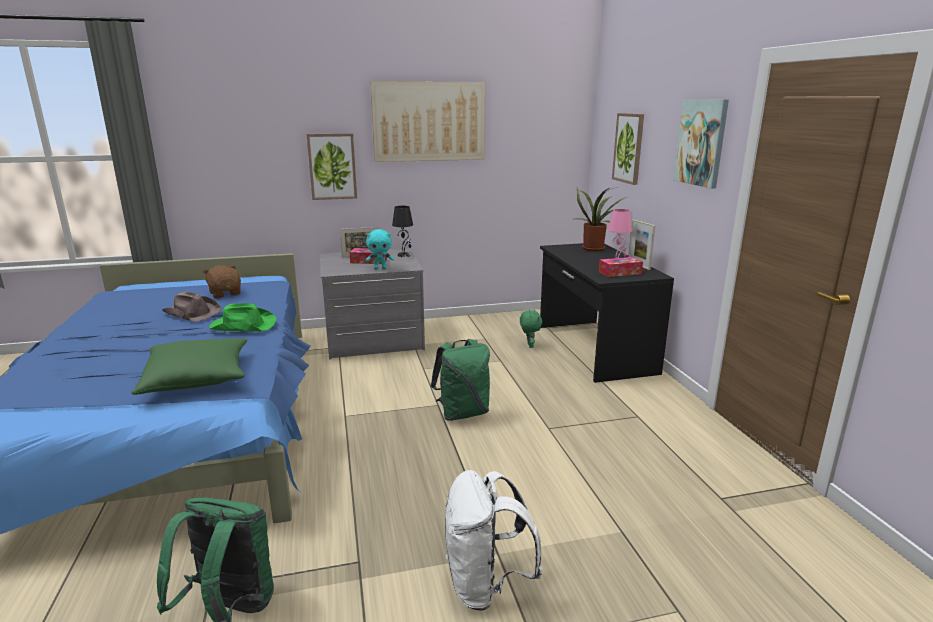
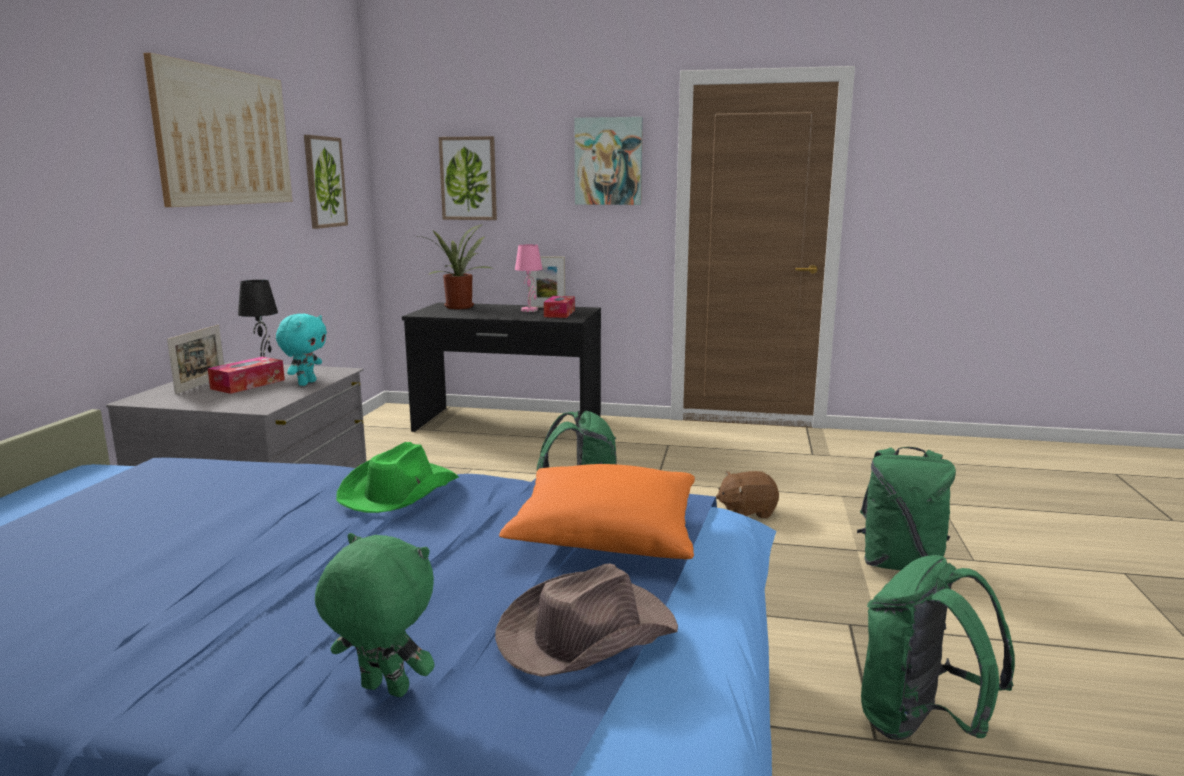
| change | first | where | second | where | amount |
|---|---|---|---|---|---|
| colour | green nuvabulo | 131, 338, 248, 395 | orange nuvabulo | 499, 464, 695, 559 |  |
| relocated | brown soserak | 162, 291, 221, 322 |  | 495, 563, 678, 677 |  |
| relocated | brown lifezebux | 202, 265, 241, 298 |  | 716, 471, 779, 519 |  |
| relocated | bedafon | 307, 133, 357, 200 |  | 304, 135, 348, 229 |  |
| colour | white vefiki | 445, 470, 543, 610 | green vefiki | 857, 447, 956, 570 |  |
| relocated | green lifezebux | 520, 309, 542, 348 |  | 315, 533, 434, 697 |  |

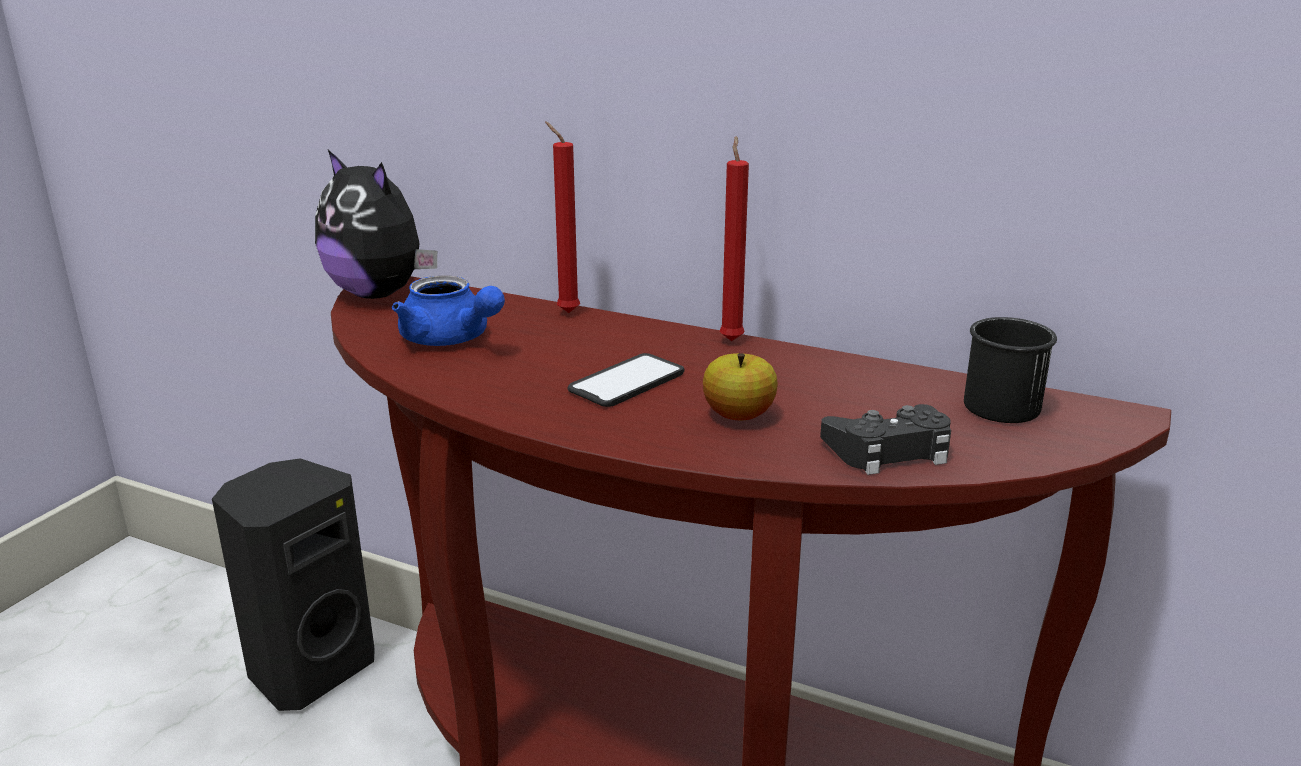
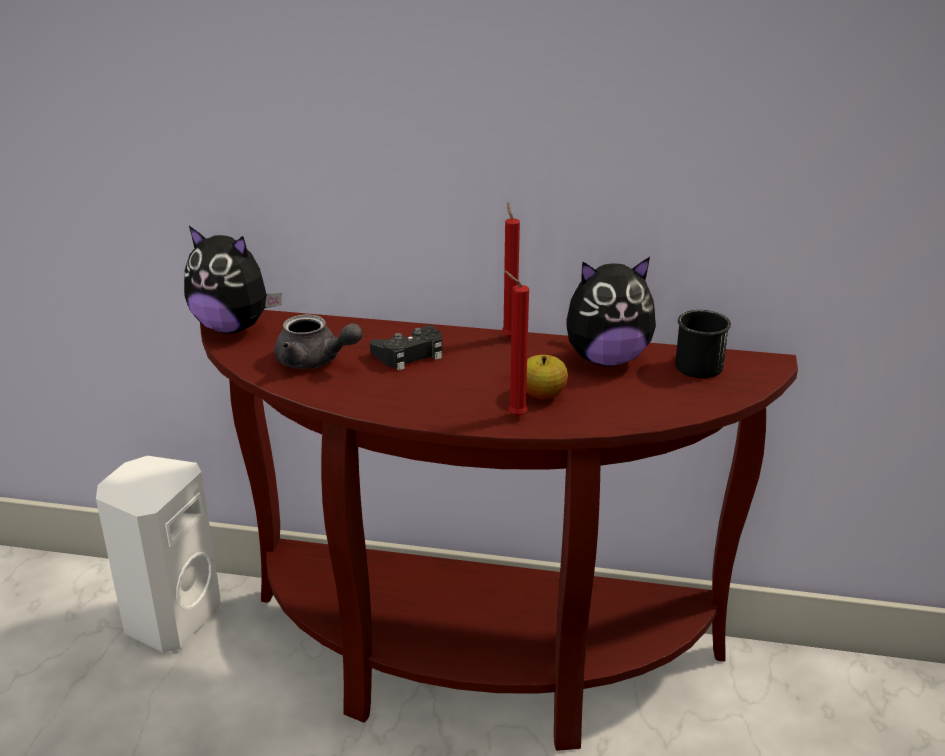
| change | first | where | second | where | amount |
|---|---|---|---|---|---|
| colour | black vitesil | 212, 459, 375, 711 | white vitesil | 96, 456, 221, 653 |  |
| colour | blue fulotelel | 392, 275, 505, 346 | grey fulotelel | 274, 314, 363, 369 |  |
| relocated | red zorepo | 545, 121, 580, 313 |  | 504, 270, 529, 416 |  |
| missing | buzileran | 568, 353, 685, 407 |  |  |  |
| relocated | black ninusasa | 820, 404, 951, 475 |  | 370, 325, 443, 370 |  |
| appeared |  |  | lifezebux | 567, 257, 656, 366 |  |

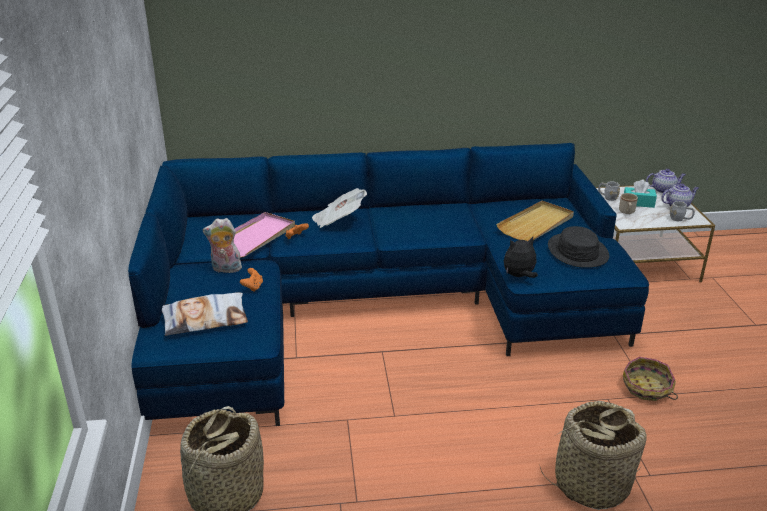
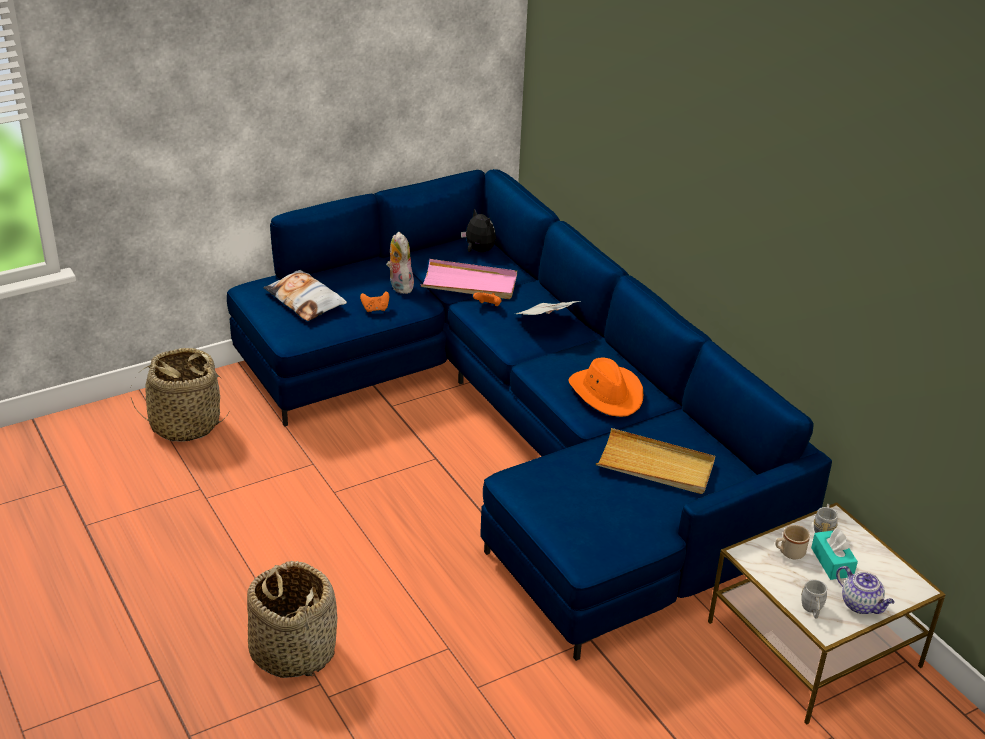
| change | first | where | second | where | amount |
|---|---|---|---|---|---|
| relocated | lifezebux | 504, 237, 538, 278 |  | 461, 208, 496, 252 |  |
| missing | black soserak | 548, 226, 609, 268 |  |  |  |
| missing | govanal | 623, 357, 678, 401 |  |  |  |
| missing | fulotelel | 646, 169, 686, 193 |  |  |  |
| appeared |  |  | orange soserak | 568, 358, 643, 417 |  |

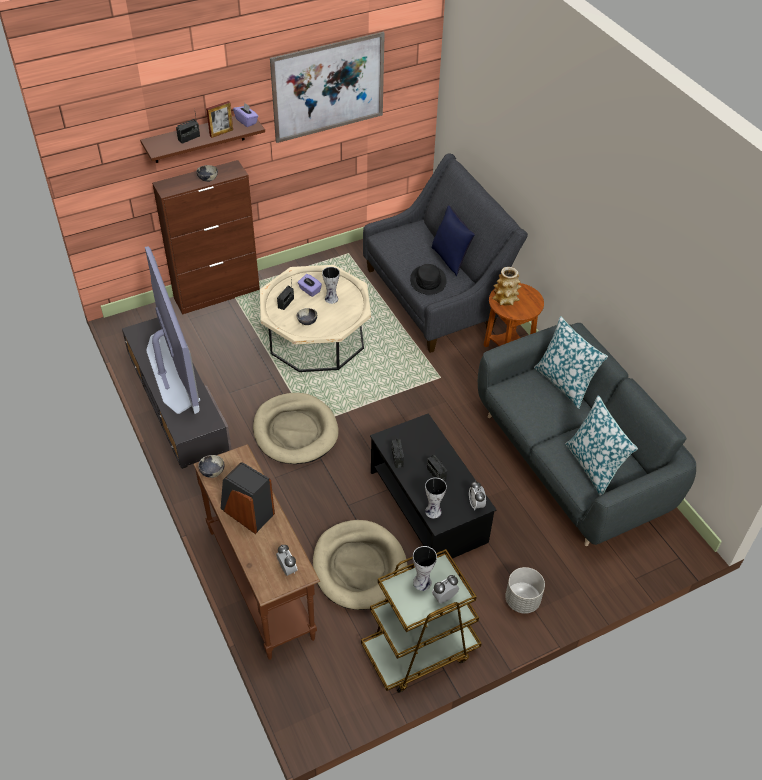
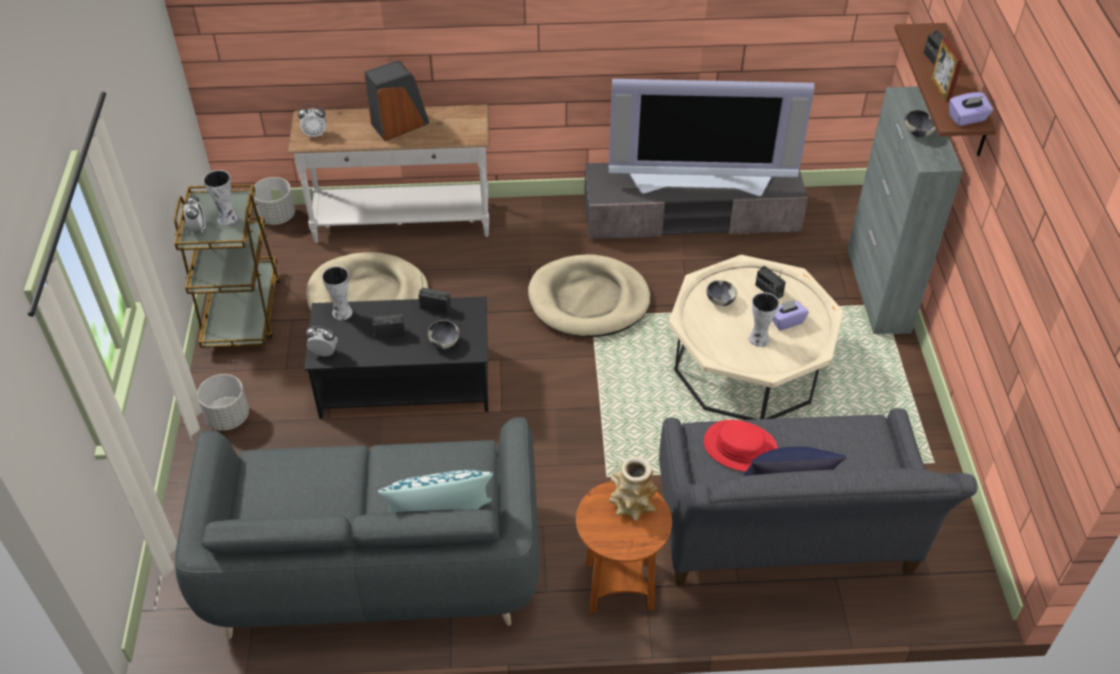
| change | first | where | second | where | amount |
|---|---|---|---|---|---|
| colour | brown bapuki | 152, 160, 260, 315 | grey bapuki | 847, 86, 963, 334 |  |
| colour | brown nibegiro | 193, 444, 320, 660 | white nibegiro | 287, 104, 490, 243 |  |
| relocated | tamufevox | 198, 455, 225, 478 |  | 428, 320, 459, 349 |  |
| missing | bedafon | 270, 32, 385, 143 |  |  |  |
| colour | black soserak | 410, 264, 447, 295 | red soserak | 704, 420, 778, 472 |  |
| missing | nuvabulo | 565, 395, 638, 496 |  |  |  |
| appeared |  |  | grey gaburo | 254, 177, 295, 225 |  |

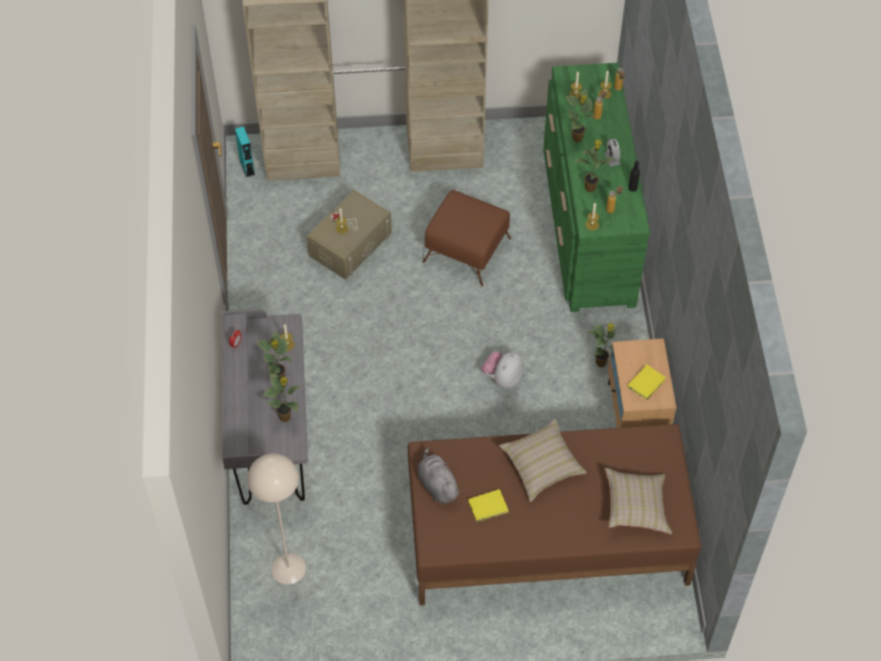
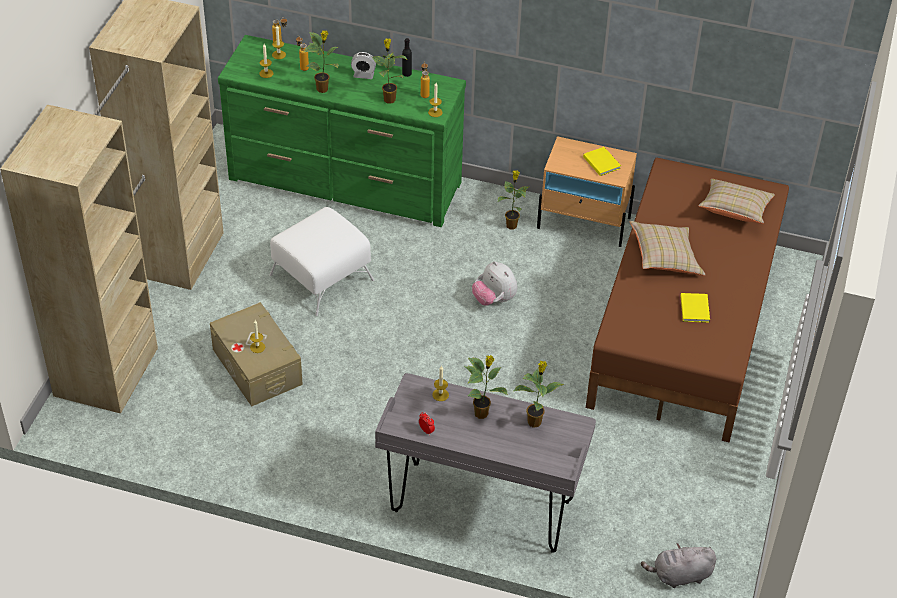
| change | first | where | second | where | amount |
|---|---|---|---|---|---|
| missing | turquoise vitesil | 235, 126, 255, 177 |  |  |  |
| missing | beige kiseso | 247, 454, 306, 585 |  |  |  |
| relocated | grey lifezebux | 417, 447, 461, 504 |  | 641, 543, 716, 588 |  |
| colour | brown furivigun | 423, 190, 511, 286 | white furivigun | 270, 207, 374, 316 |  |

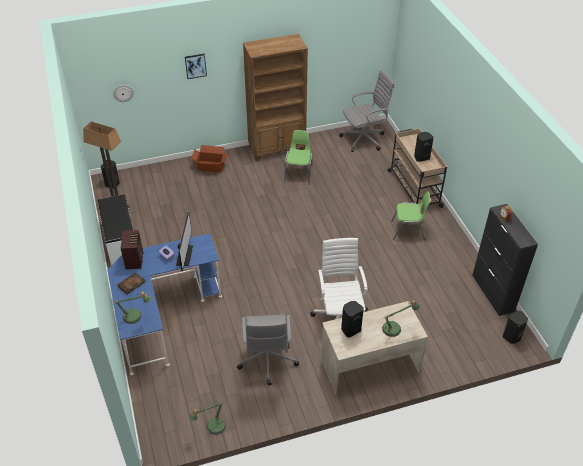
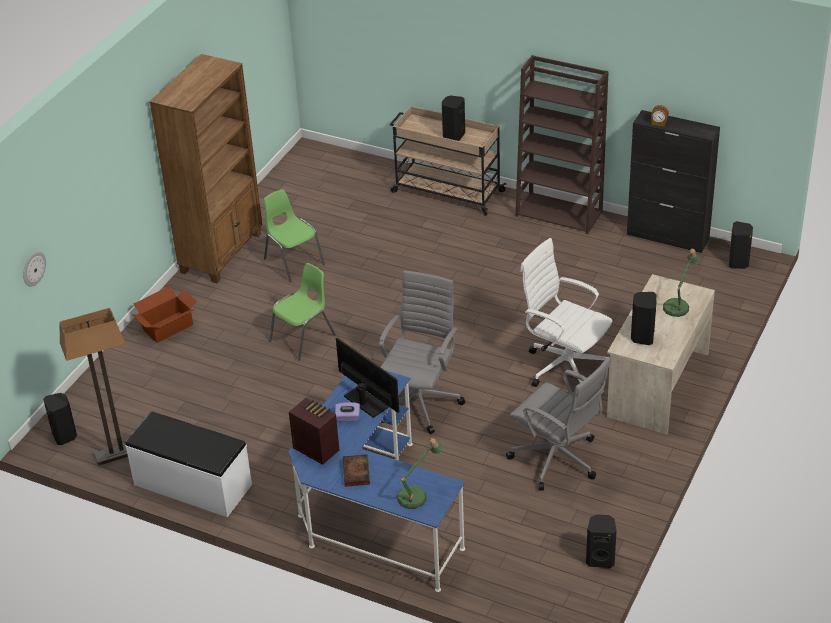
| change | first | where | second | where | amount |
|---|---|---|---|---|---|
| missing | bedafon | 185, 54, 207, 79 |  |  |  |
| exchanged | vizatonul | 189, 402, 226, 435 | black vitesil | 586, 514, 617, 568 |  |
| relocated | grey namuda | 339, 70, 394, 152 |  | 379, 271, 465, 434 |  |
| relocated | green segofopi | 391, 191, 430, 240 |  | 269, 263, 336, 361 |  |
| appeared |  |  | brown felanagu | 515, 55, 609, 234 |  |

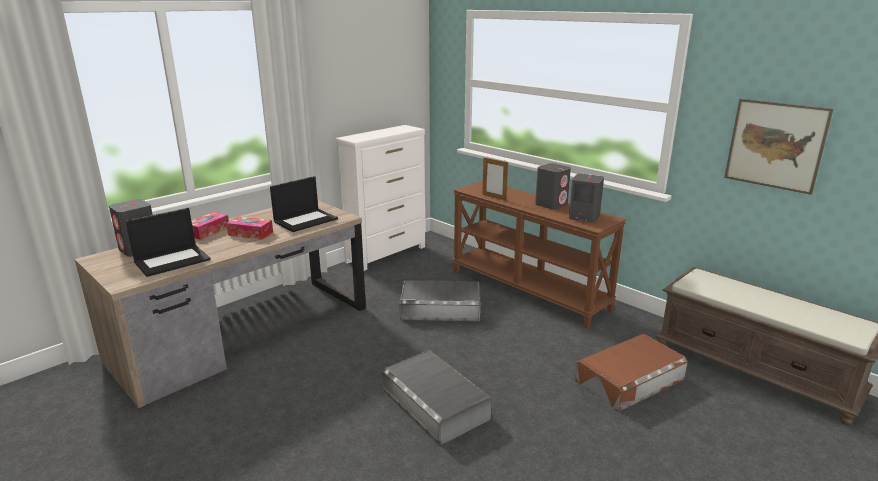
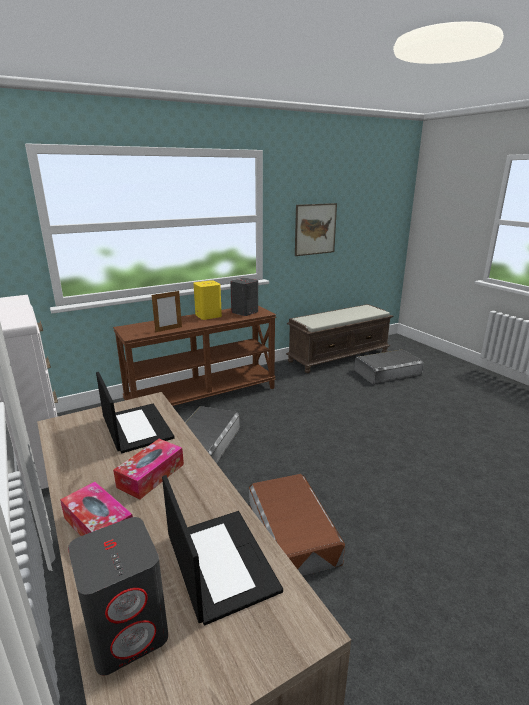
| change | first | where | second | where | amount |
|---|---|---|---|---|---|
| relocated | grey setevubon | 383, 350, 492, 445 |  | 354, 349, 424, 384 |  |
| colour | grey vitesil | 535, 163, 571, 210 | yellow vitesil | 193, 280, 222, 320 |  |
| relocated | brown setevubon | 575, 334, 688, 412 |  | 249, 474, 345, 576 |  |

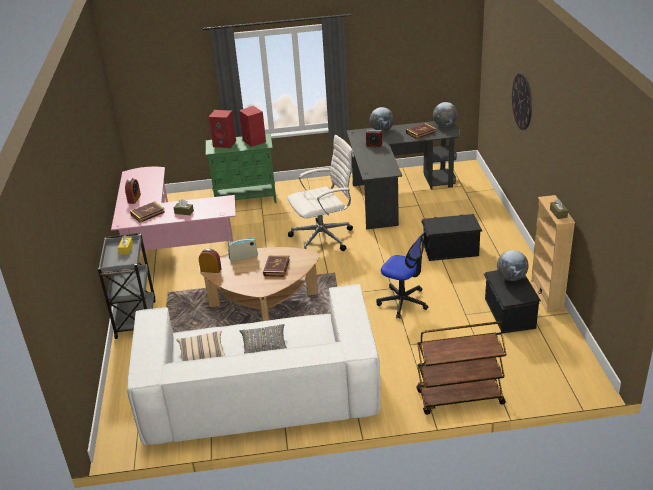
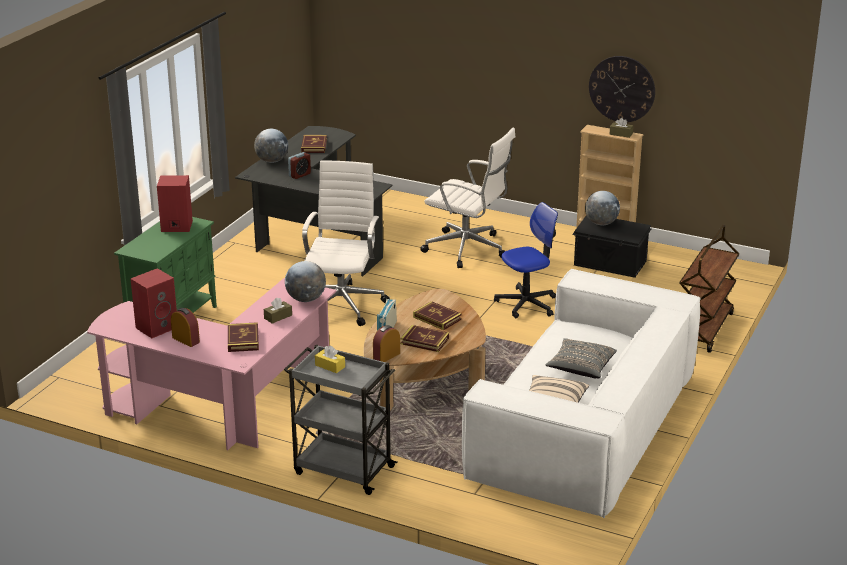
| change | first | where | second | where | amount |
|---|---|---|---|---|---|
| relocated | red vitesil | 209, 110, 236, 148 |  | 131, 268, 177, 338 |  |
| exchanged | black setevubon | 421, 214, 482, 261 | white namuda | 420, 128, 515, 268 |  |
| relocated | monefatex | 433, 102, 458, 127 |  | 285, 261, 326, 302 |  |
| relocated | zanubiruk | 512, 73, 532, 130 |  | 589, 56, 655, 122 |  |
| appeared |  |  | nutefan | 401, 325, 449, 352 |  |

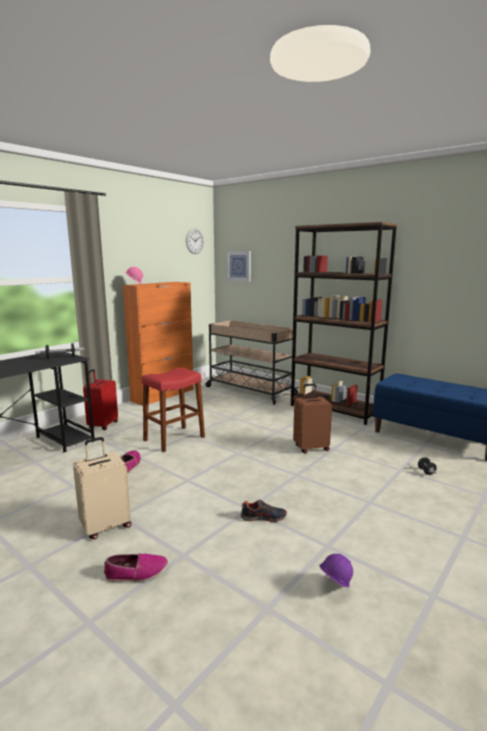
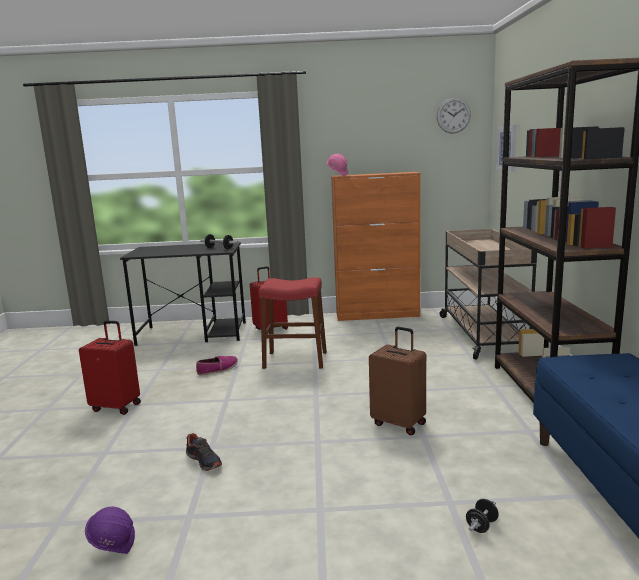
| change | first | where | second | where | amount |
|---|---|---|---|---|---|
| colour | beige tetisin | 73, 437, 131, 539 | red tetisin | 79, 320, 141, 415 |  |
| missing | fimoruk | 104, 553, 168, 582 |  |  |  |

